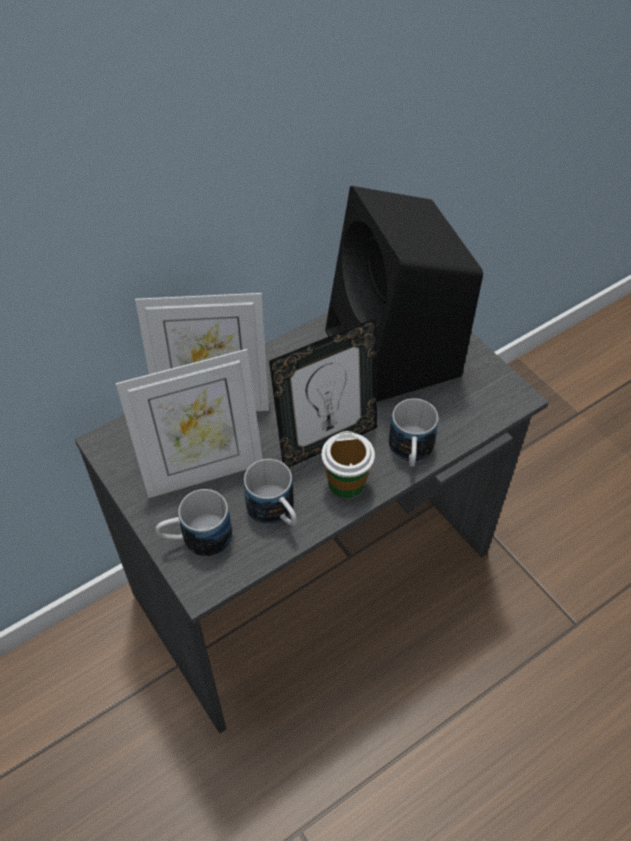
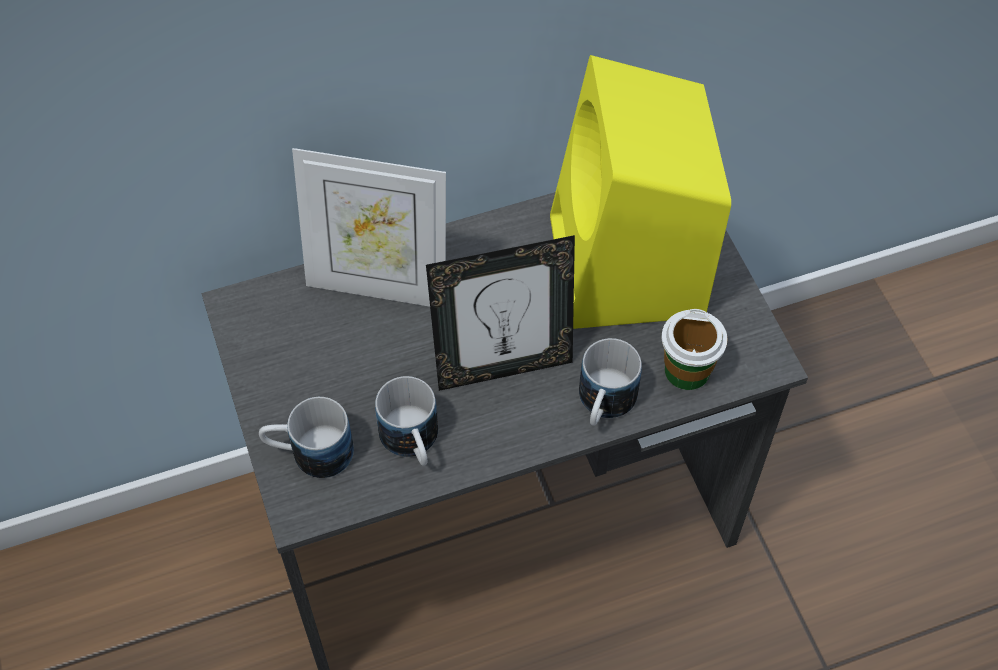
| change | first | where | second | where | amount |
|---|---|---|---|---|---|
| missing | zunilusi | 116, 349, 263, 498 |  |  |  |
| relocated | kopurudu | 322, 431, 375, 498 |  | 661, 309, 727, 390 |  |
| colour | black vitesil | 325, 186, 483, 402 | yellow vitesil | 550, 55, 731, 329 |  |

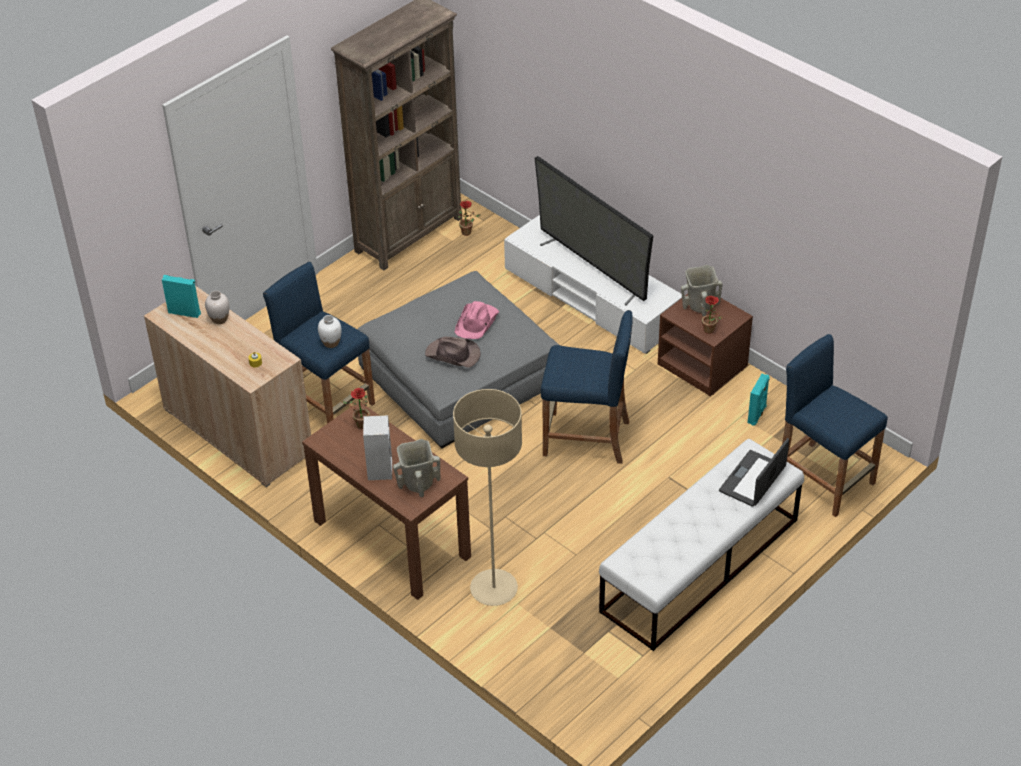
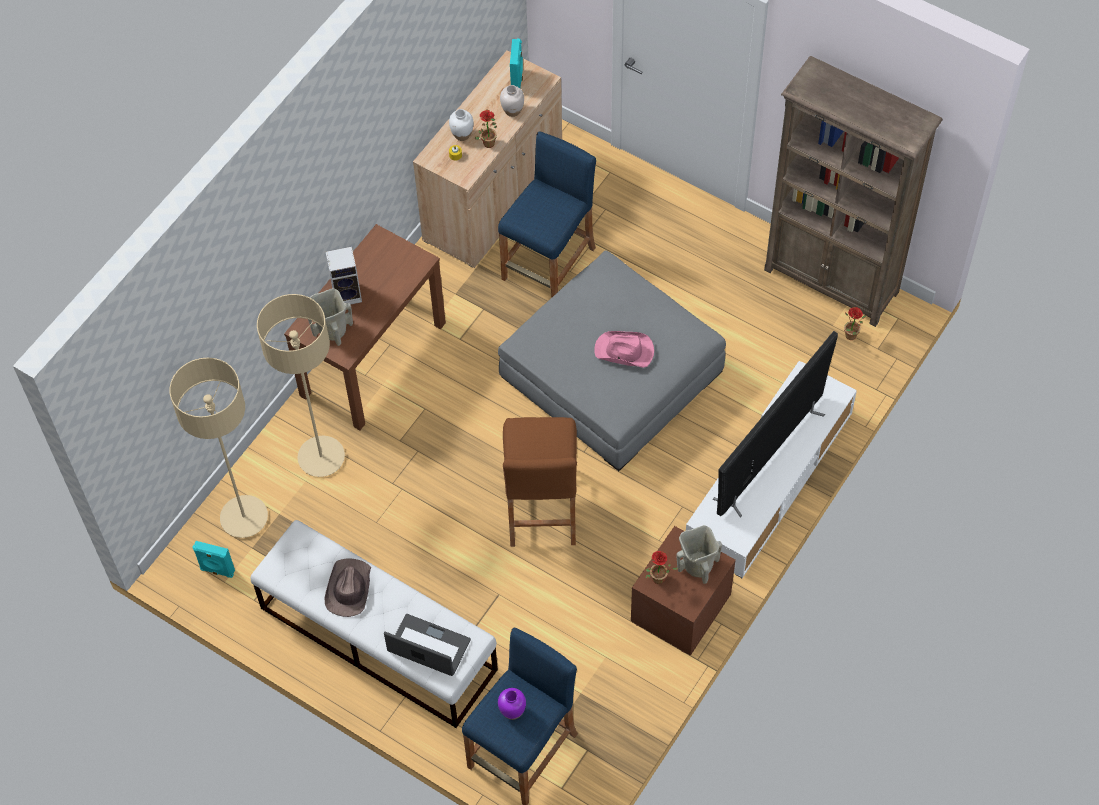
| change | first | where | second | where | amount |
|---|---|---|---|---|---|
| relocated | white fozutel | 318, 315, 342, 348 |  | 449, 109, 474, 141 |  |
| relocated | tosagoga | 341, 388, 370, 429 |  | 475, 109, 497, 148 |  |
| relocated | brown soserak | 425, 336, 480, 368 |  | 324, 558, 371, 617 |  |
| colour | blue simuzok | 541, 310, 633, 464 | brown simuzok | 503, 417, 577, 547 |  |
| relocated | turquoise vitesil | 748, 374, 770, 426 |  | 192, 541, 235, 578 |  |
| appeared |  |  | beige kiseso | 169, 358, 268, 538 |  |
| appeared |  |  | purple fozutel | 498, 688, 526, 720 |  |

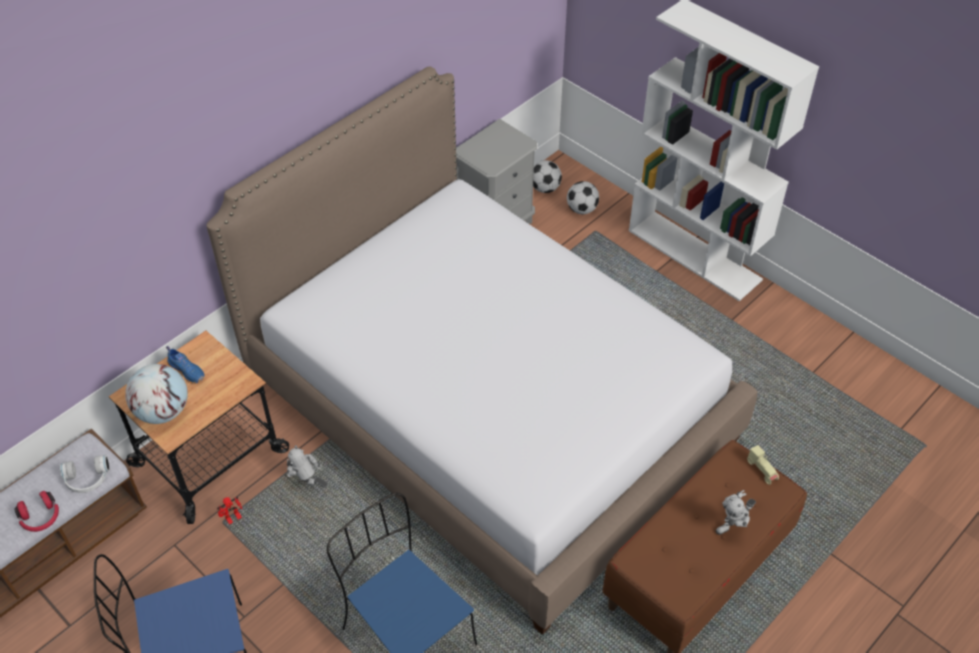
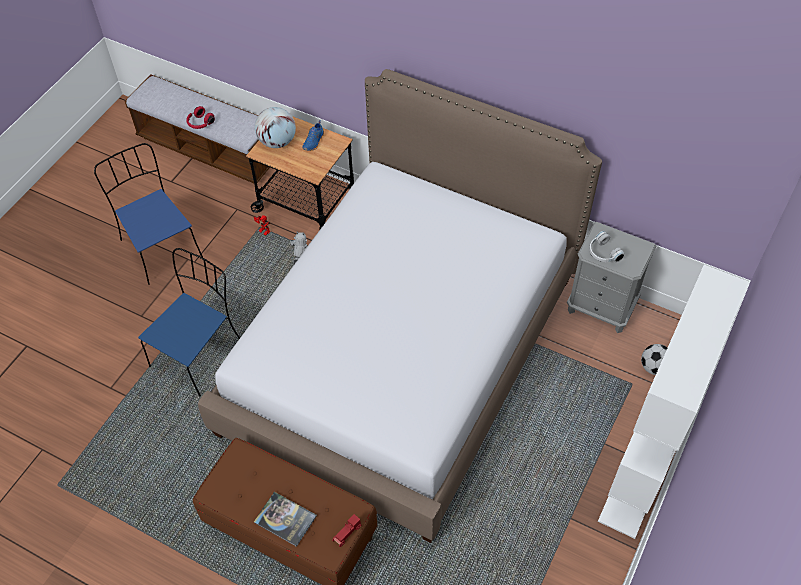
| change | first | where | second | where | amount |
|---|---|---|---|---|---|
| relocated | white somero | 60, 455, 109, 493 |  | 589, 231, 625, 262 |  |
| missing | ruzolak | 533, 160, 562, 193 |  |  |  |
| exchanged | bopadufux | 716, 490, 756, 535 | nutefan | 254, 492, 317, 547 |  |
| colour | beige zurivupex | 747, 445, 779, 485 | red zurivupex | 332, 514, 361, 547 |  |

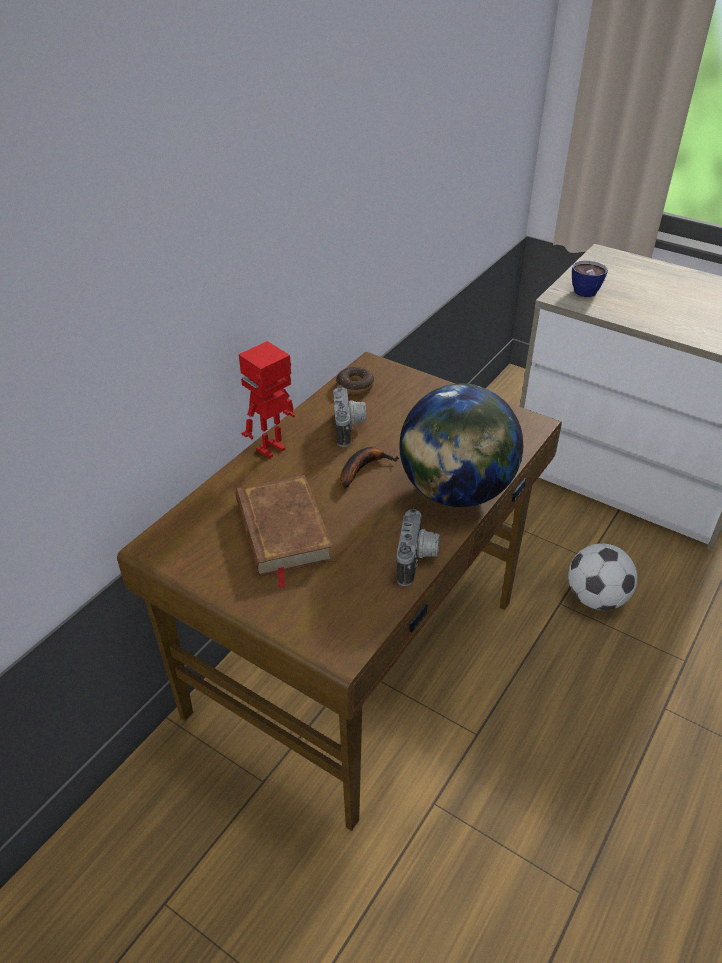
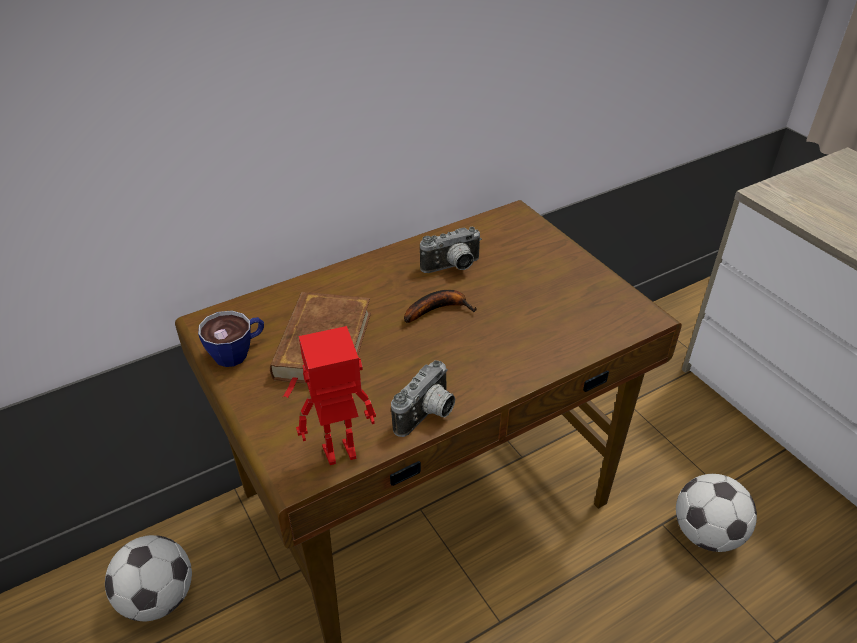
| change | first | where | second | where | amount |
|---|---|---|---|---|---|
| relocated | bopadufux | 239, 341, 295, 458 |  | 296, 326, 376, 465 |  |
| spun | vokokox | 333, 386, 366, 447 |  | 420, 227, 482, 273 | 45 degrees clockwise |
| missing | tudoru | 336, 367, 374, 394 |  |  |  |
| missing | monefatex | 399, 383, 523, 507 |  |  |  |
| relocated | kopurudu | 572, 261, 608, 297 |  | 198, 310, 264, 367 |  |
| appeared |  |  | ruzolak | 105, 535, 192, 622 |  |

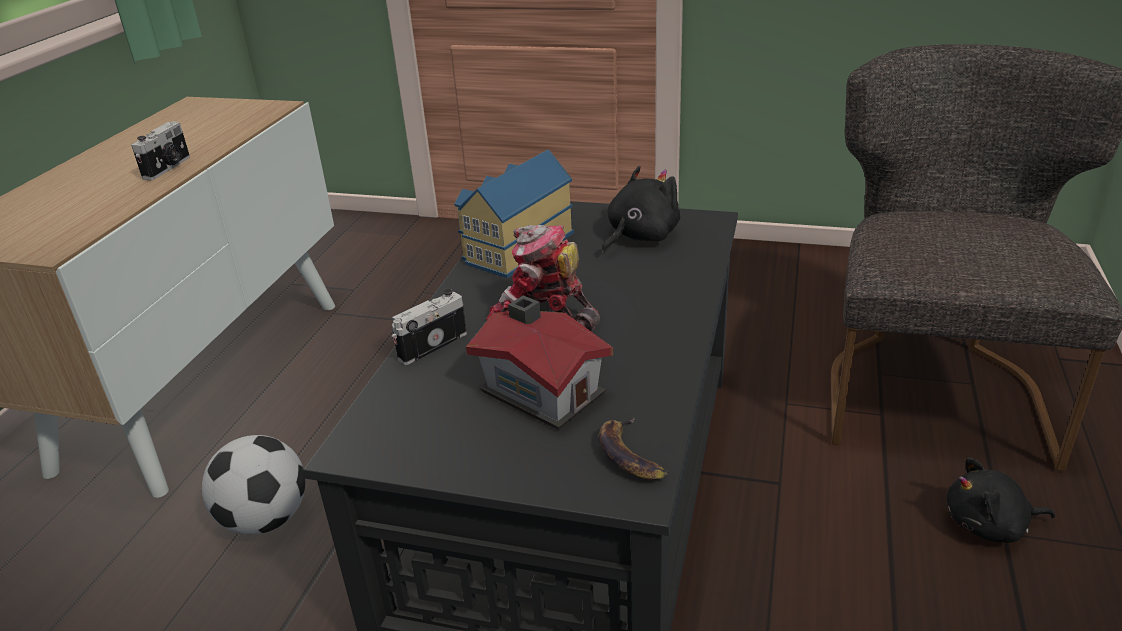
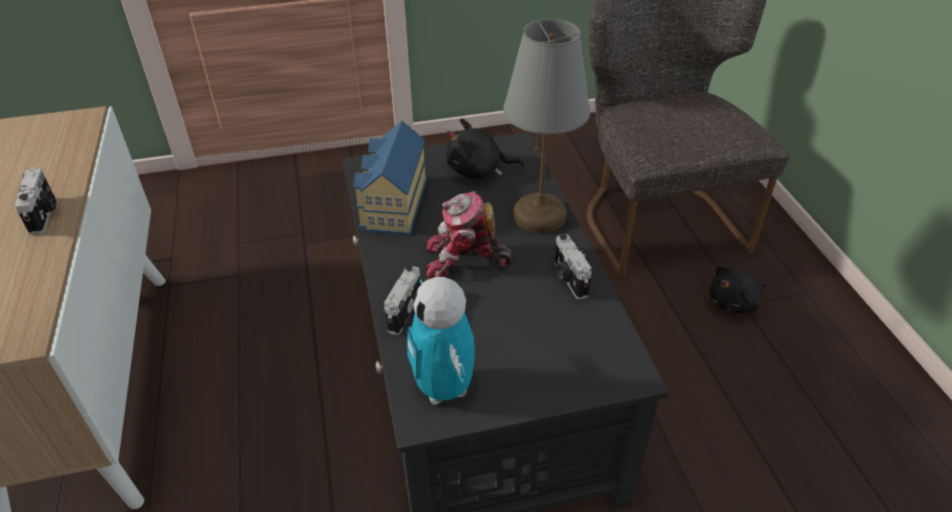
| change | first | where | second | where | amount |
|---|---|---|---|---|---|
| missing | ruzolak | 202, 435, 306, 535 |  |  |  |
| missing | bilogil | 466, 295, 613, 430 |  |  |  |
| missing | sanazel | 599, 418, 668, 480 |  |  |  |
| spun | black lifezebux | 601, 166, 680, 253 |  | 446, 118, 525, 179 | 105 degrees counterclockwise |
| appeared |  |  | bopadufux | 407, 277, 475, 405 |  |
| appeared |  |  | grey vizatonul | 503, 19, 590, 233 |  |
| appeared |  |  | vokokox | 555, 234, 592, 300 |  |

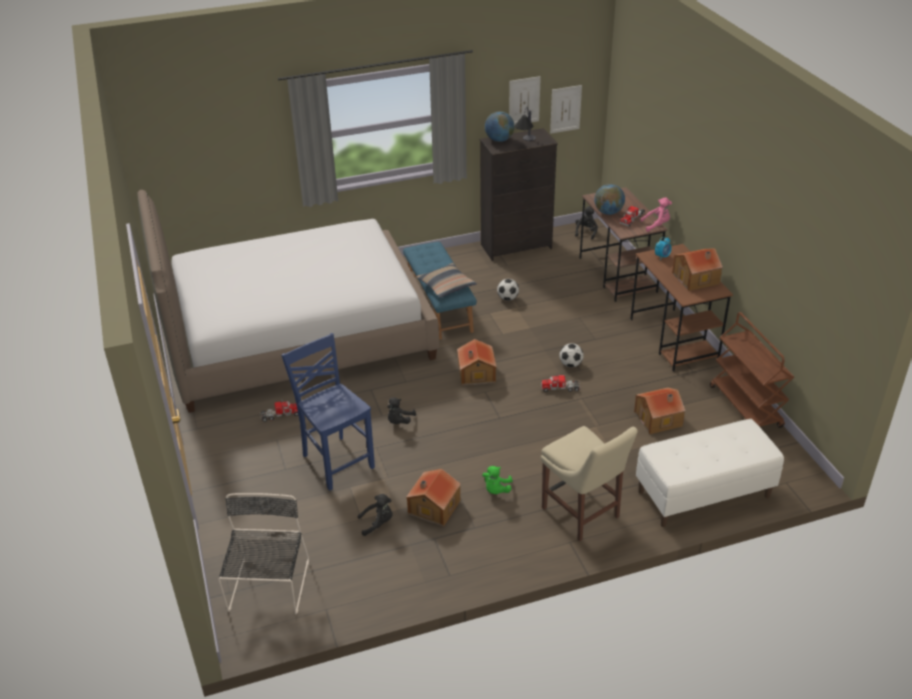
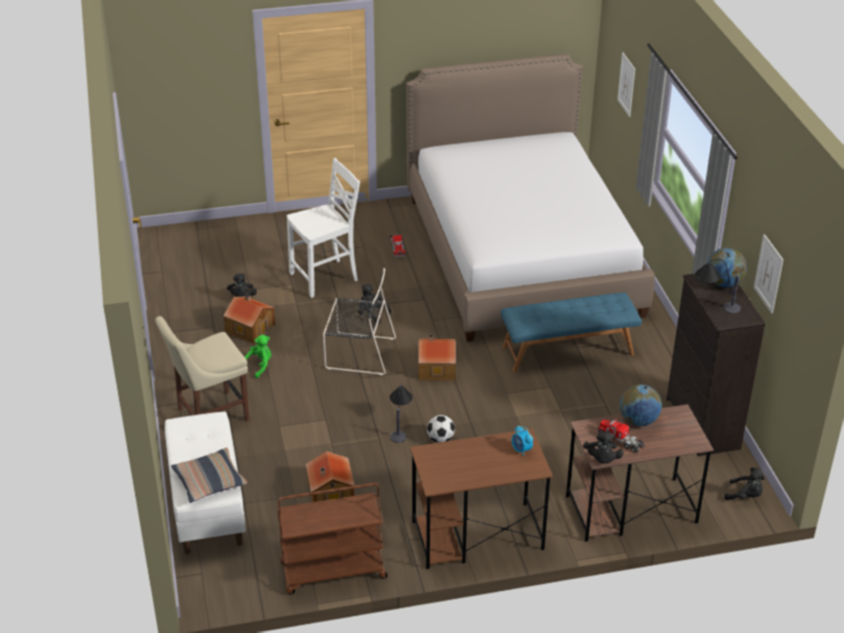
| change | first | where | second | where | amount |
|---|---|---|---|---|---|
| relocated | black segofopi | 218, 493, 309, 614 |  | 323, 268, 396, 375 |  |
| colour | blue segofopi | 281, 333, 375, 491 | white segofopi | 287, 158, 360, 298 |  |
| relocated | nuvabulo | 416, 263, 477, 298 |  | 171, 448, 248, 503 |  |
| spun | green lifezebux | 482, 466, 513, 494 |  | 245, 335, 271, 378 | 105 degrees clockwise |
| missing | ruzolak | 497, 279, 519, 301 |  |  |  |
| exchanged | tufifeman | 541, 375, 580, 392 | vizatonul | 390, 384, 413, 443 |  |
| relocated | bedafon | 550, 85, 582, 134 |  | 617, 52, 635, 117 |  |
| colour | pink lifezebux | 640, 198, 672, 232 | black lifezebux | 583, 431, 624, 464 |  |
| missing | bilogil | 672, 248, 723, 291 |  |  |  |

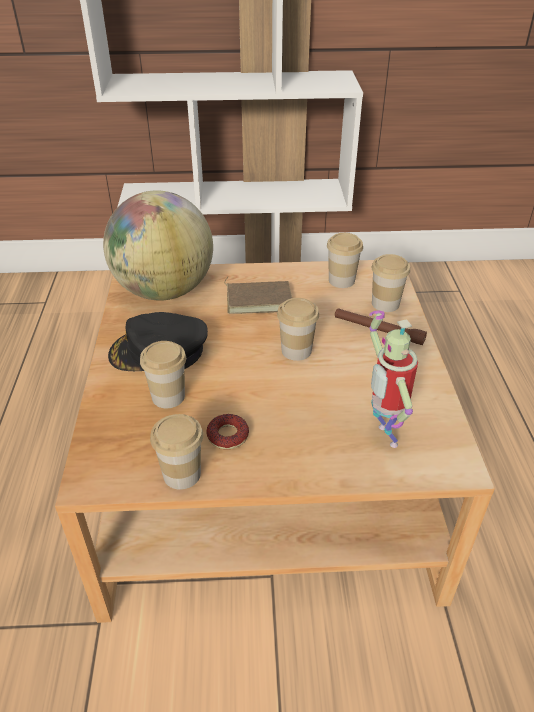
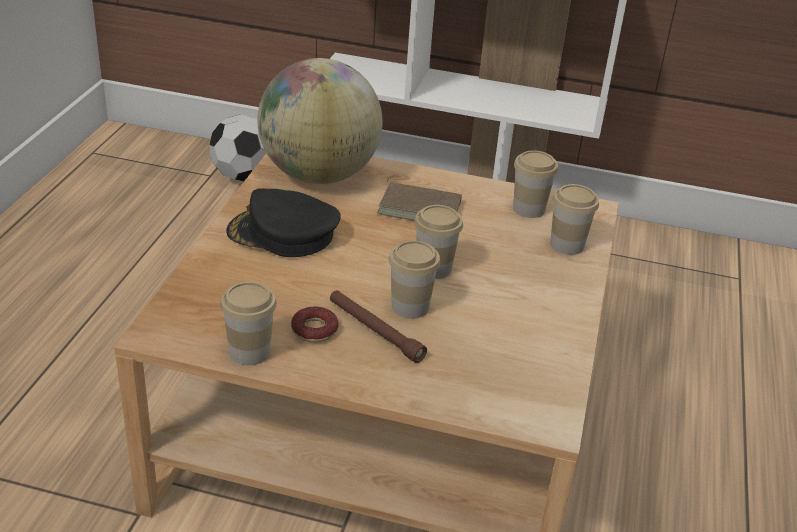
| change | first | where | second | where | amount |
|---|---|---|---|---|---|
| relocated | kopurudu | 140, 341, 186, 408 |  | 389, 240, 440, 319 |  |
| relocated | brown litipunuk | 335, 308, 427, 345 |  | 330, 290, 427, 363 |  |
| missing | bopadufux | 369, 311, 418, 448 |  |  |  |
| appeared |  |  | ruzolak | 209, 114, 266, 181 |  |

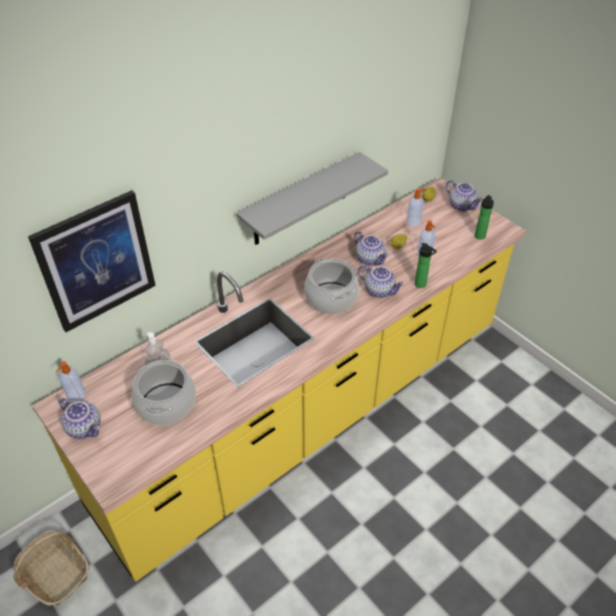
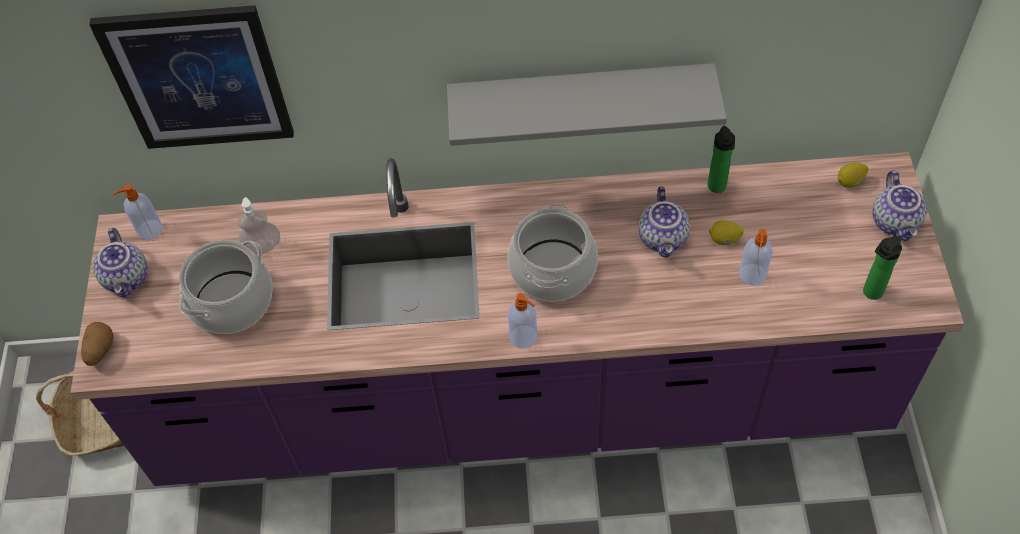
| change | first | where | second | where | amount |
|---|---|---|---|---|---|
| colour | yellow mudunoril | 32, 178, 526, 582 | purple mudunoril | 70, 152, 964, 486 |  |
| missing | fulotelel | 358, 265, 404, 298 |  |  |  |
| relocated | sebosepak | 406, 188, 427, 227 |  | 508, 293, 537, 349 |  |
| relocated | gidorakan | 415, 243, 437, 288 |  | 708, 126, 735, 193 |  |
| appeared |  |  | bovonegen | 81, 322, 114, 366 |  |

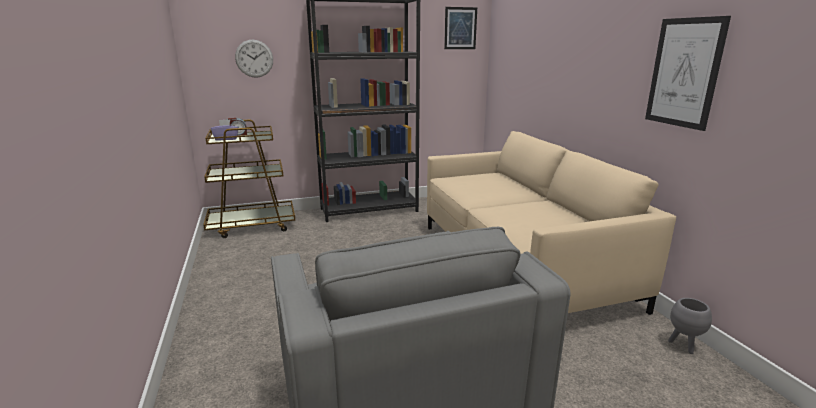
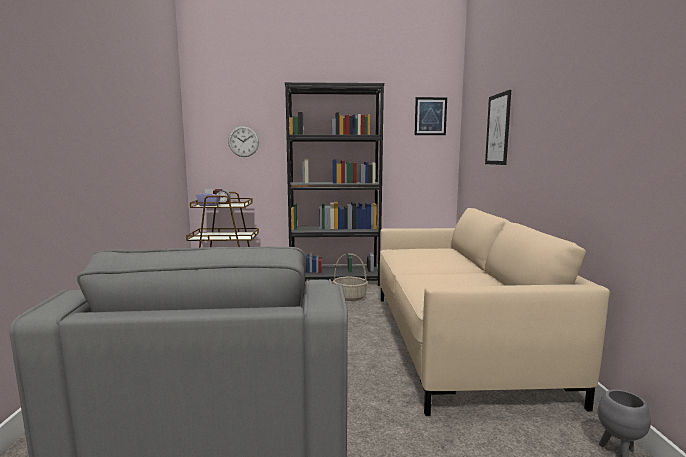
| change | first | where | second | where | amount |
|---|---|---|---|---|---|
| relocated | bedafon | 645, 16, 731, 131 |  | 485, 90, 511, 165 |  |
| appeared |  |  | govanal | 333, 253, 368, 301 |  |

